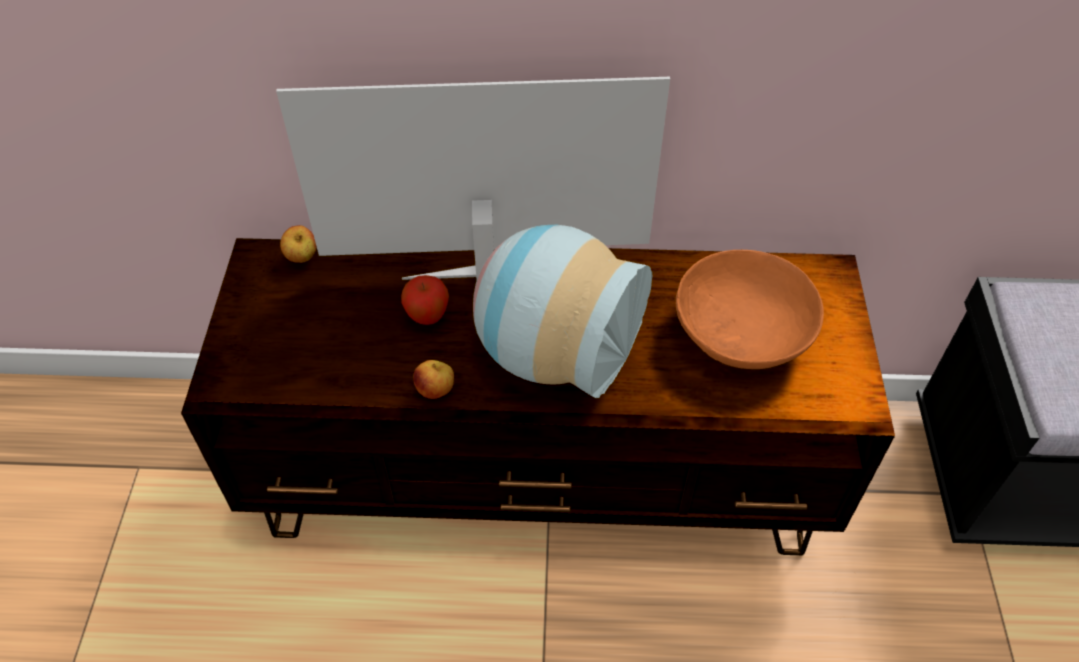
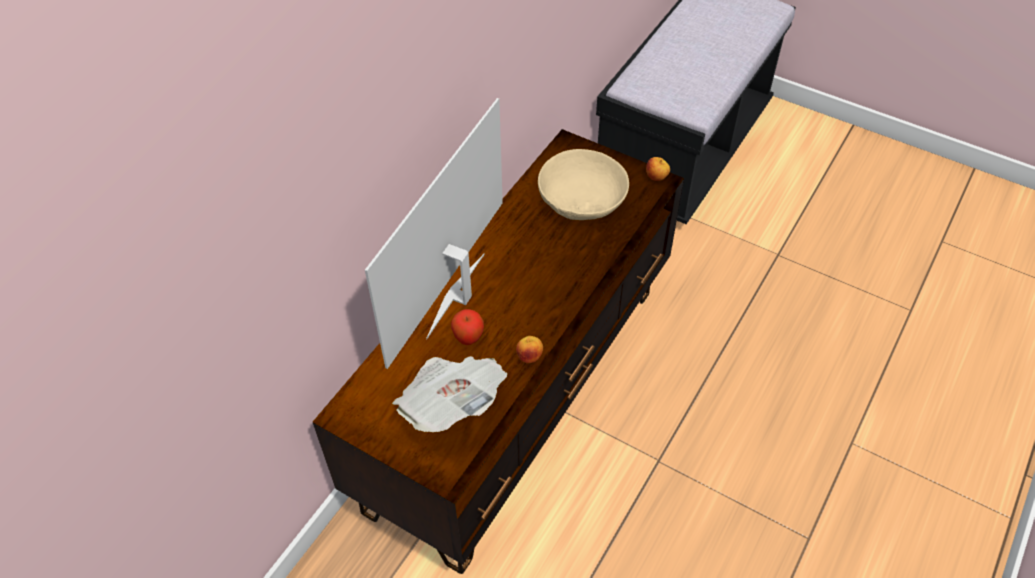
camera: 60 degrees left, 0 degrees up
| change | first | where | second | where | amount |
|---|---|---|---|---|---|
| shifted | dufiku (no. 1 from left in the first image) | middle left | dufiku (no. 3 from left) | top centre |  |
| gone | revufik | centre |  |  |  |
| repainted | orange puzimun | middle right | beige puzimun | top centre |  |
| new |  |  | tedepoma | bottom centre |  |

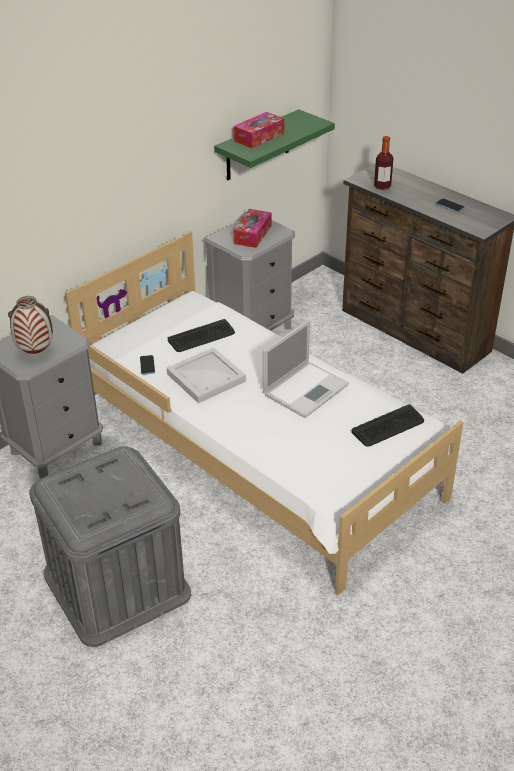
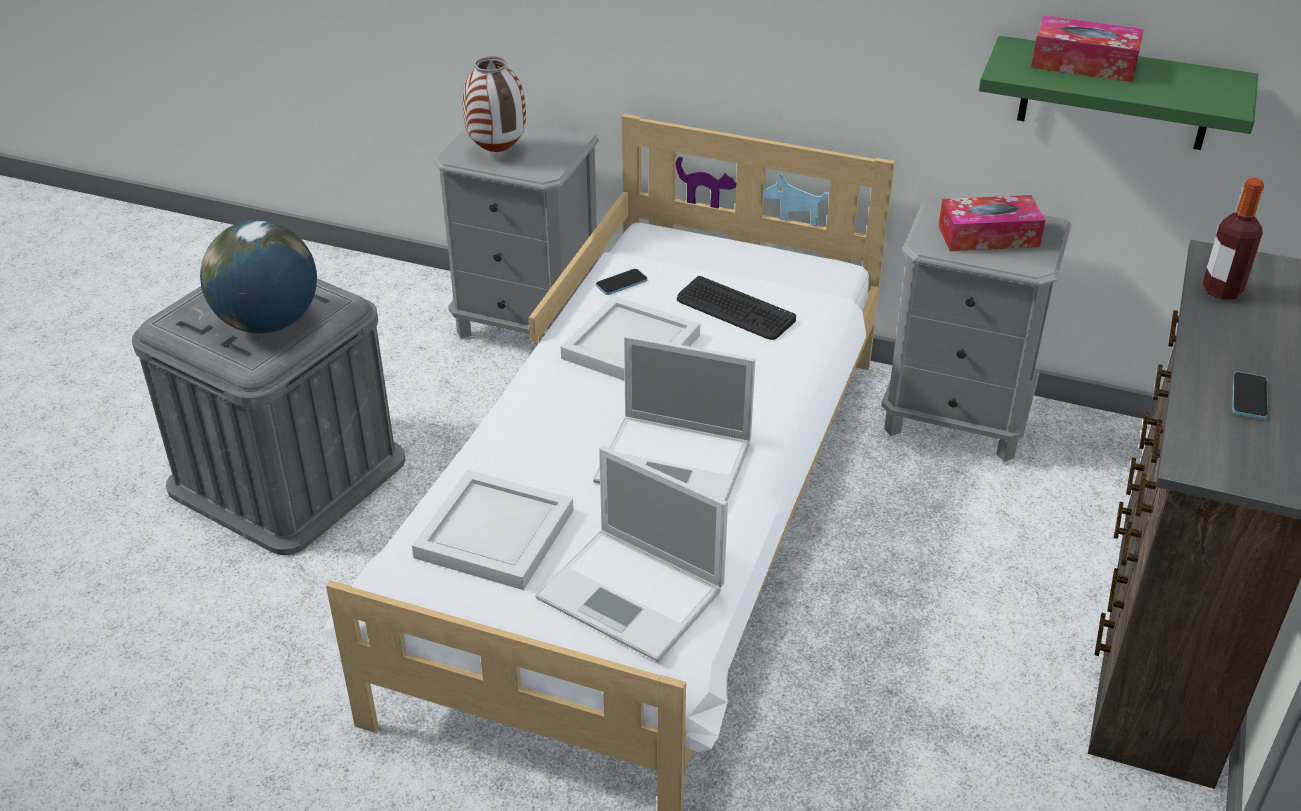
camera: 65 degrees right, 0 degrees up
| change | first | where | second | where | amount |
|---|---|---|---|---|---|
| swapped | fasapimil (no. 2 from left) | middle right | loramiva (no. 1 from left) | bottom centre |  |
| new |  |  | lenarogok | middle left |  |
| new |  |  | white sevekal (no. 1 from left) | centre |  |

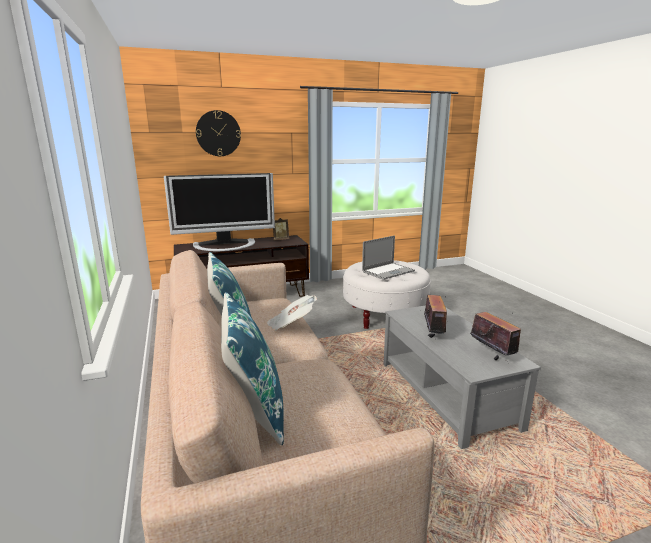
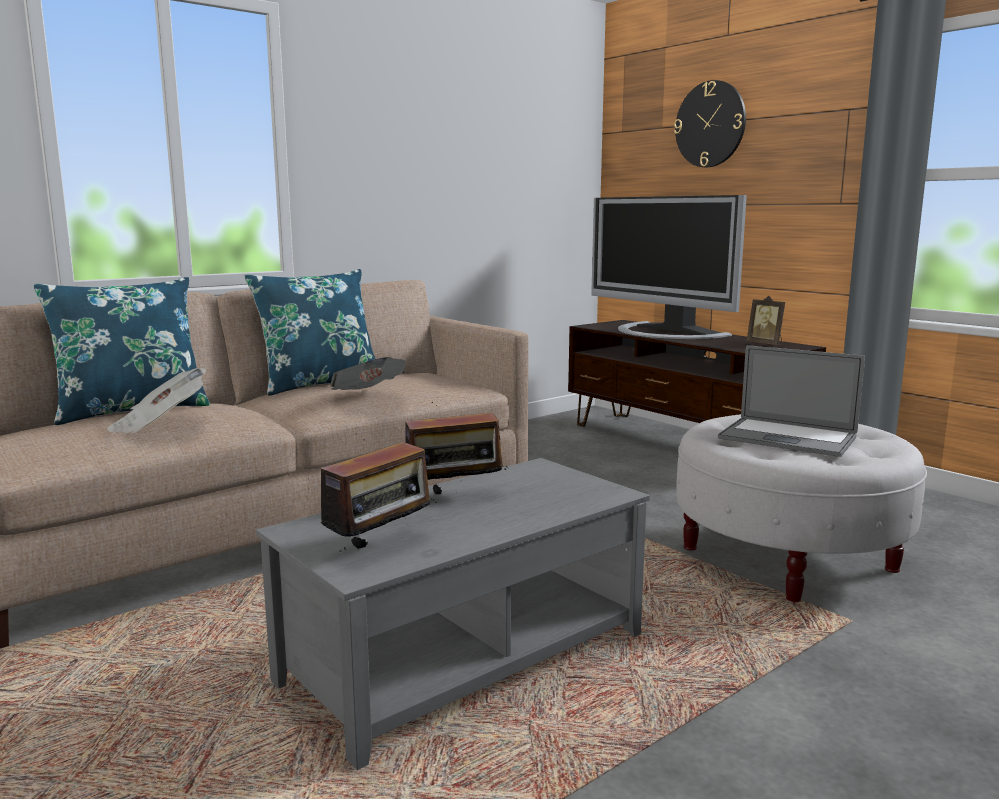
camera: 70 degrees right, 5 degrees down
| change | first | where | second | where | amount |
|---|---|---|---|---|---|
| new |  |  | tedepoma (no. 1 from left) | middle left |  |

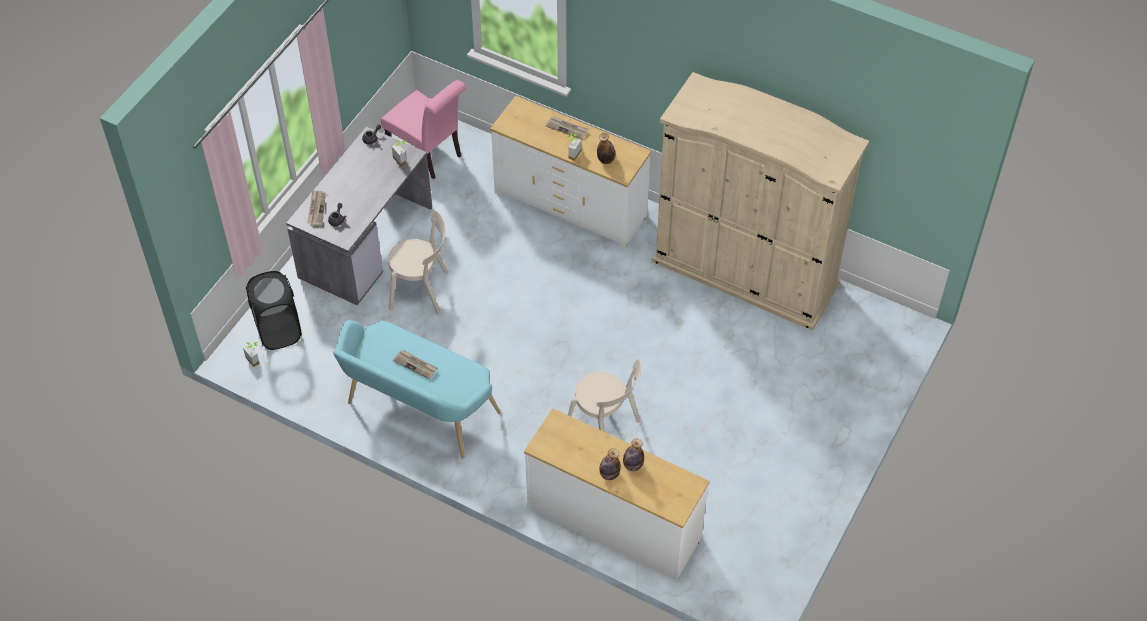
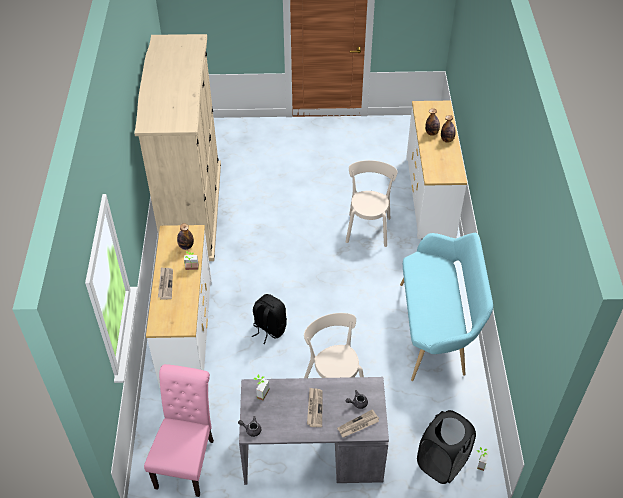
camera: 120 degrees left, 5 degrees down
| change | first | where | second | where | amount |
|---|---|---|---|---|---|
| shifted | tedepoma (no. 2 from left) | centre |  | bottom centre |  |
| new |  |  | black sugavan | centre |  |

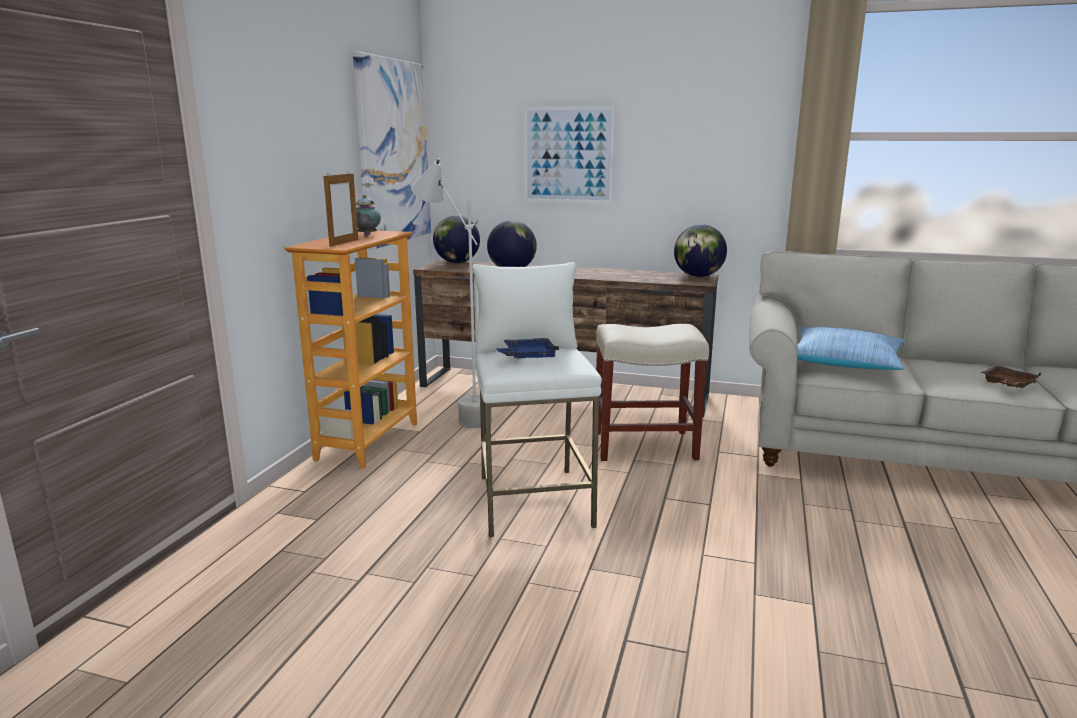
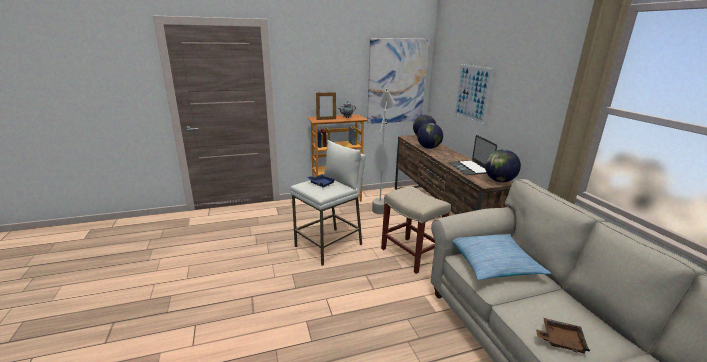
camera: 55 degrees right, 5 degrees up
| change | first | where | second | where | amount |
|---|---|---|---|---|---|
| new |  |  | loramiva | middle right |  |

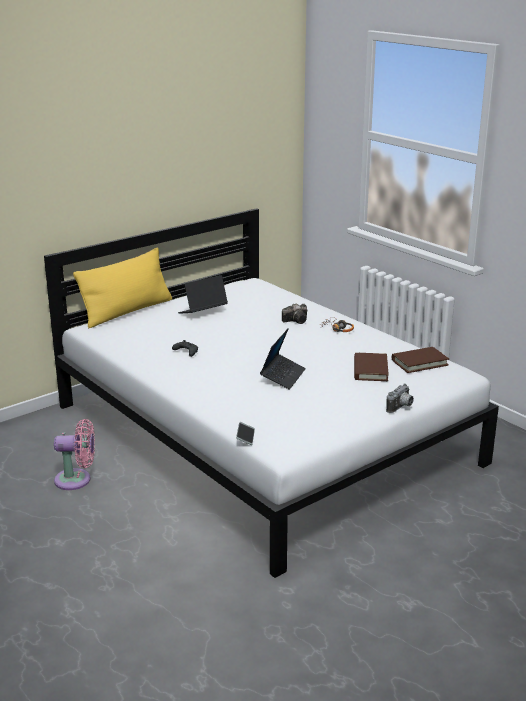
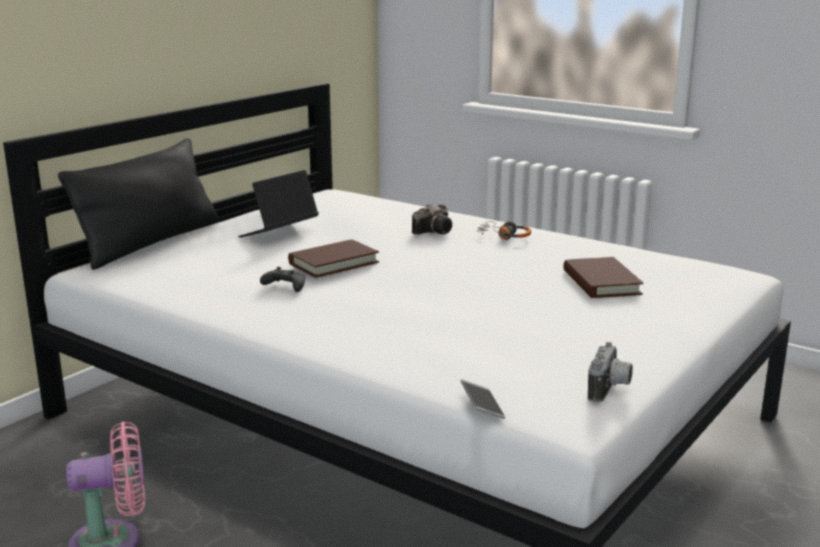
camera: 15 degrees left, 5 degrees down
| change | first | where | second | where | amount |
|---|---|---|---|---|---|
| repainted | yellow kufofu | middle left | black kufofu | middle left |  |
| gone | loramiva (no. 2 from left) | centre |  |  |  |
| shifted | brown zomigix (no. 2 from left in the first image) | middle right | brown zomigix (no. 1 from left) | centre |  |
| shifted | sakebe (no. 2 from left) | middle right |  | bottom right |  |

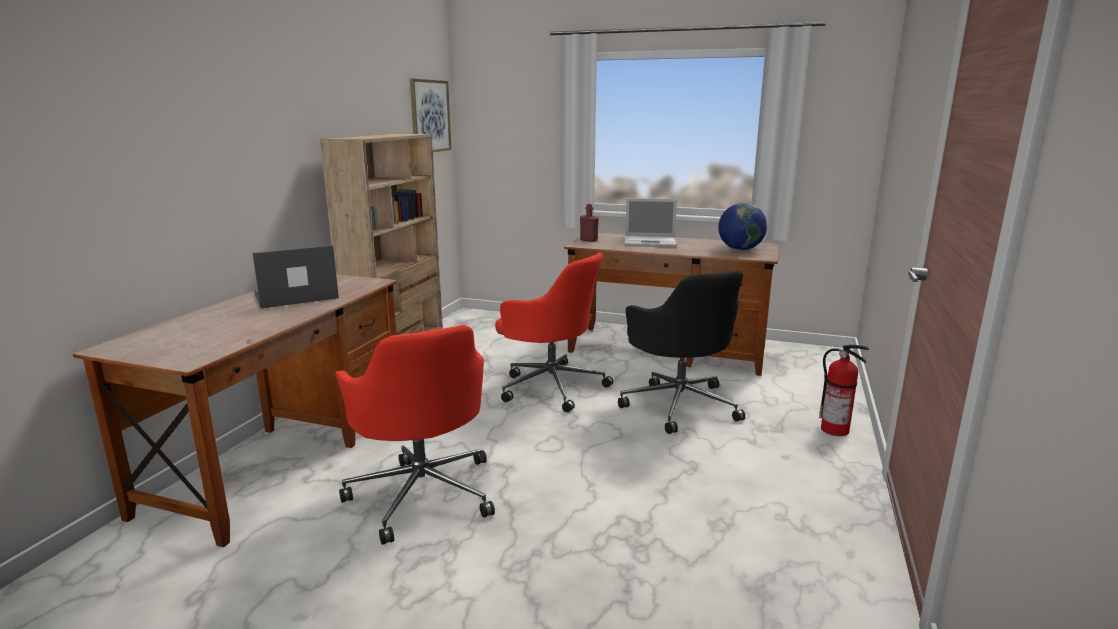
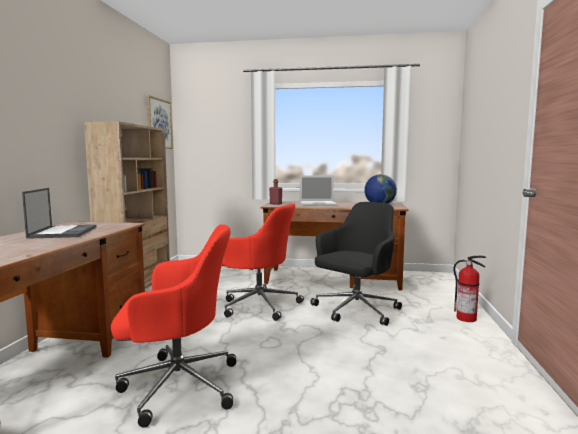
camera: 10 degrees left, 10 degrees down
| change | first | where | second | where | amount |
|---|---|---|---|---|---|
| rotated | loramiva (no. 1 from left) | middle left |  | middle left | 120 degrees clockwise |
| rotated | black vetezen | centre |  | centre | 105 degrees counterclockwise |
| rotated | red vetezen (no. 1 from left) | bottom centre |  | bottom left | 60 degrees counterclockwise |

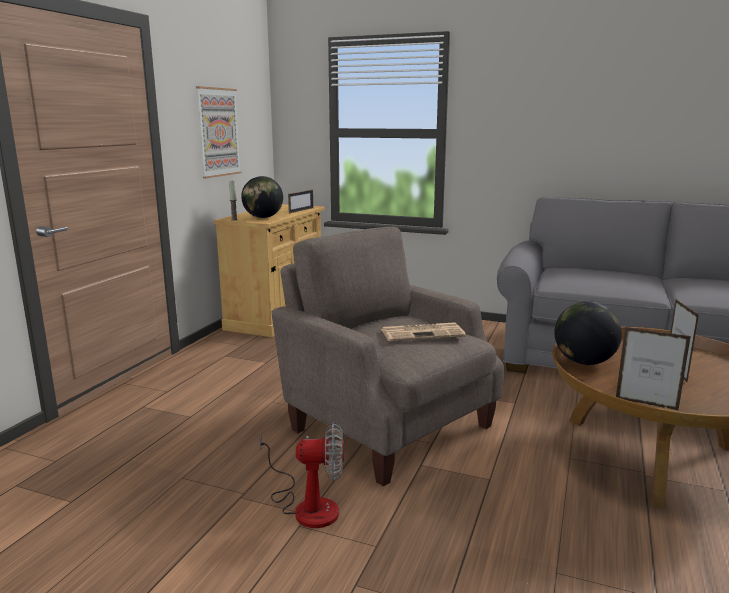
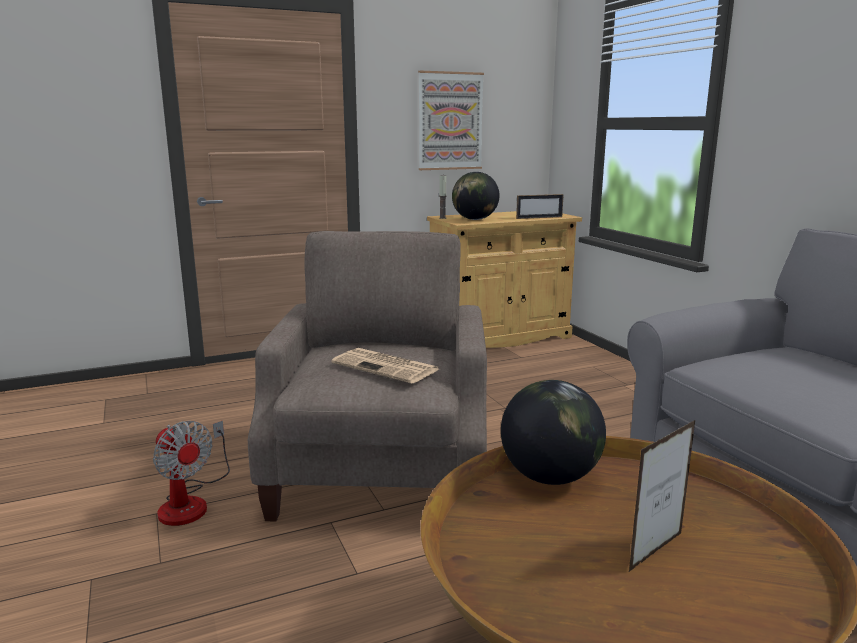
camera: 45 degrees right, 0 degrees up
| change | first | where | second | where | amount |
|---|---|---|---|---|---|
| gone | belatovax (no. 2 from left) | middle right |  |  |  |

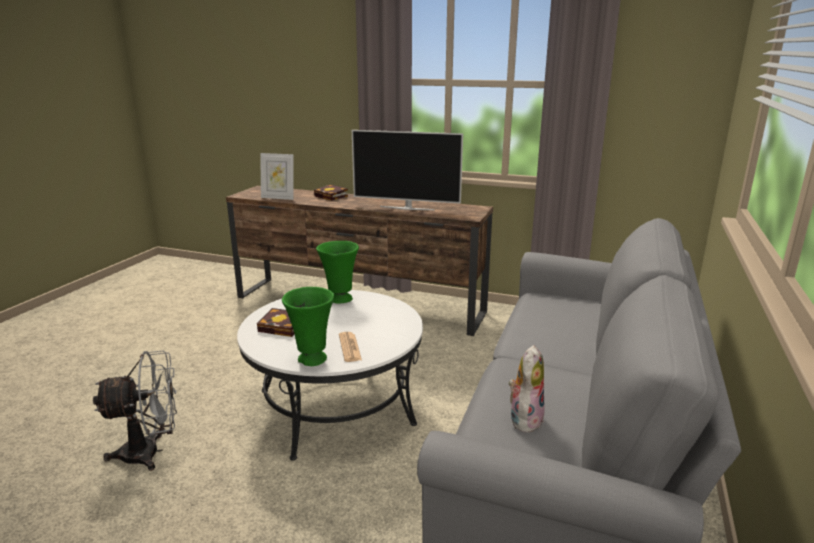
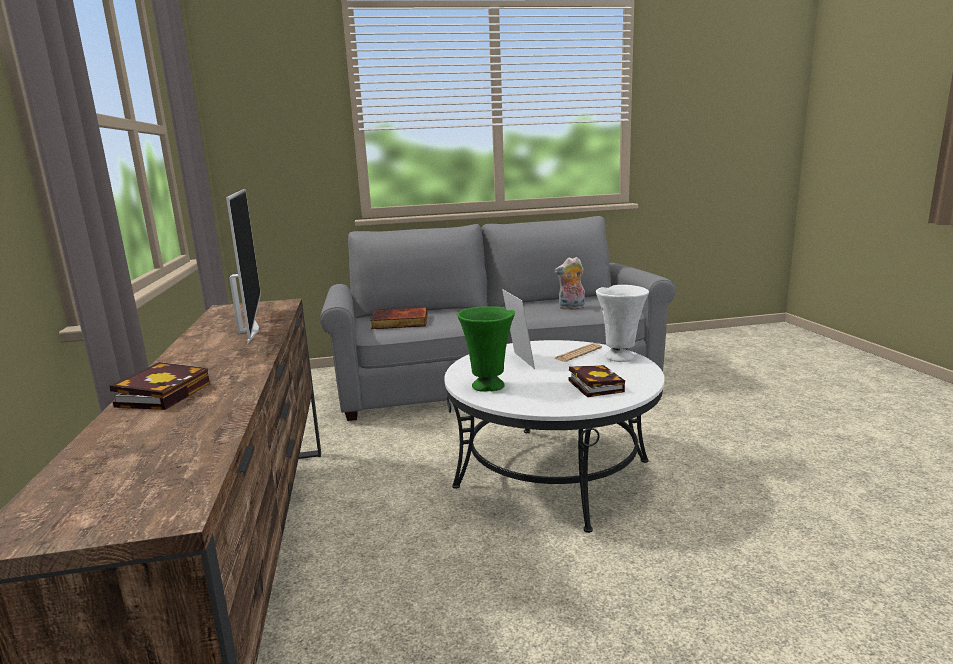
camera: 120 degrees left, 5 degrees down
| change | first | where | second | where | amount |
|---|---|---|---|---|---|
| shifted | belatovax | top centre |  | centre |  |
| repainted | green revufik (no. 1 from left) | centre | white revufik | centre |  |
| gone | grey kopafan | bottom left |  |  |  |
| new |  |  | zomigix (no. 2 from left) | centre |  |

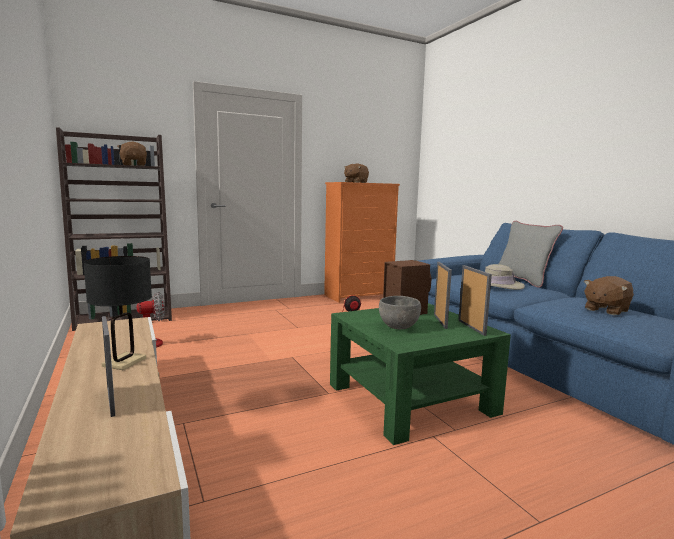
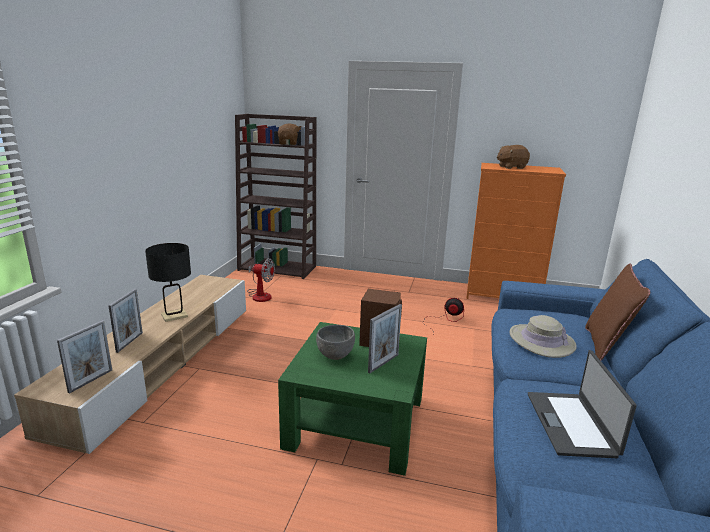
camera: 40 degrees right, 10 degrees up
| change | first | where | second | where | amount |
|---|---|---|---|---|---|
| repainted | grey kufofu | middle right | brown kufofu | middle right |  |
| shifted | belatovax (no. 3 from left in the first image) | middle right | belatovax (no. 1 from left) | bottom left |  |
| swapped | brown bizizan (no. 3 from left) | middle right | loramiva | bottom right |  |

